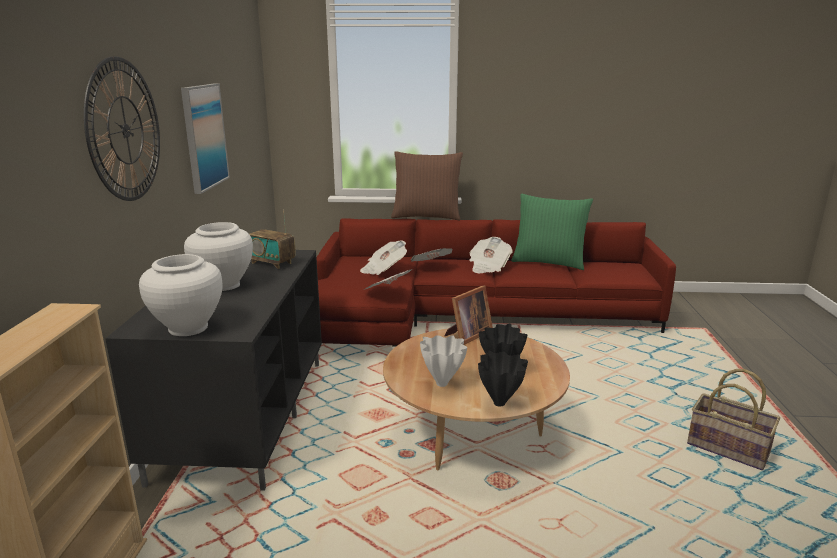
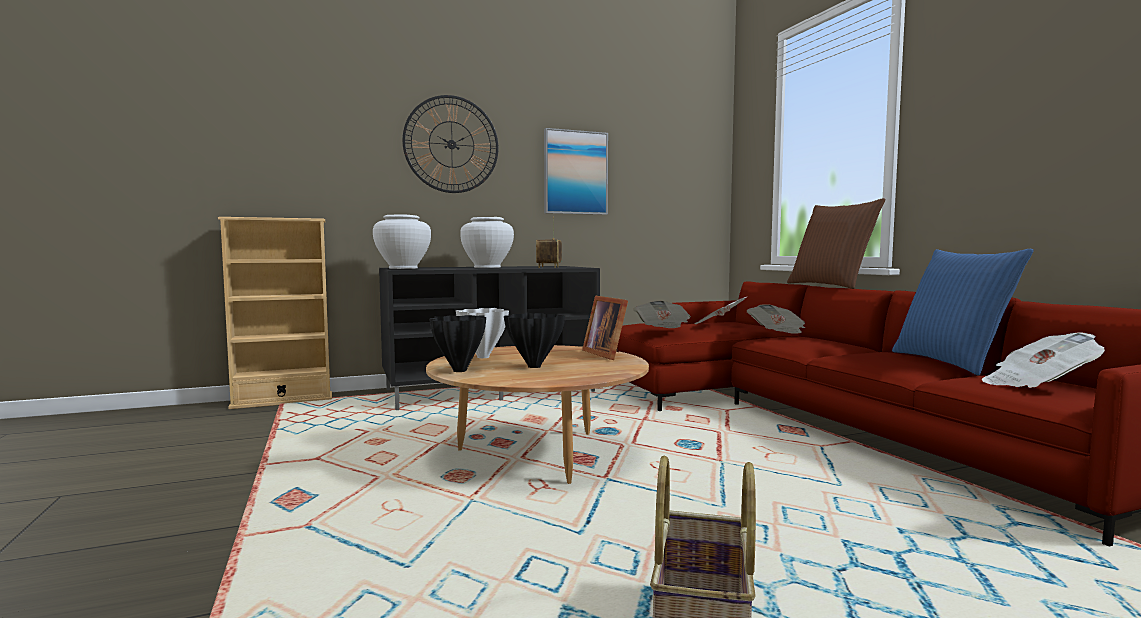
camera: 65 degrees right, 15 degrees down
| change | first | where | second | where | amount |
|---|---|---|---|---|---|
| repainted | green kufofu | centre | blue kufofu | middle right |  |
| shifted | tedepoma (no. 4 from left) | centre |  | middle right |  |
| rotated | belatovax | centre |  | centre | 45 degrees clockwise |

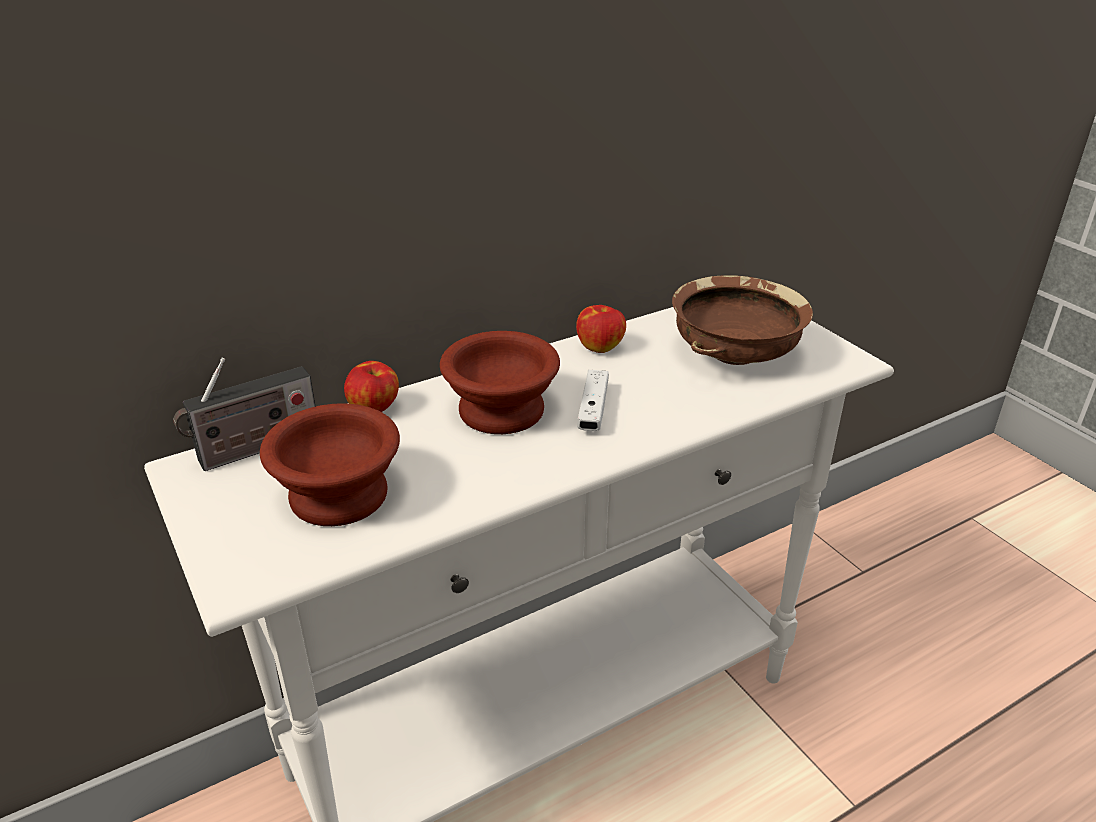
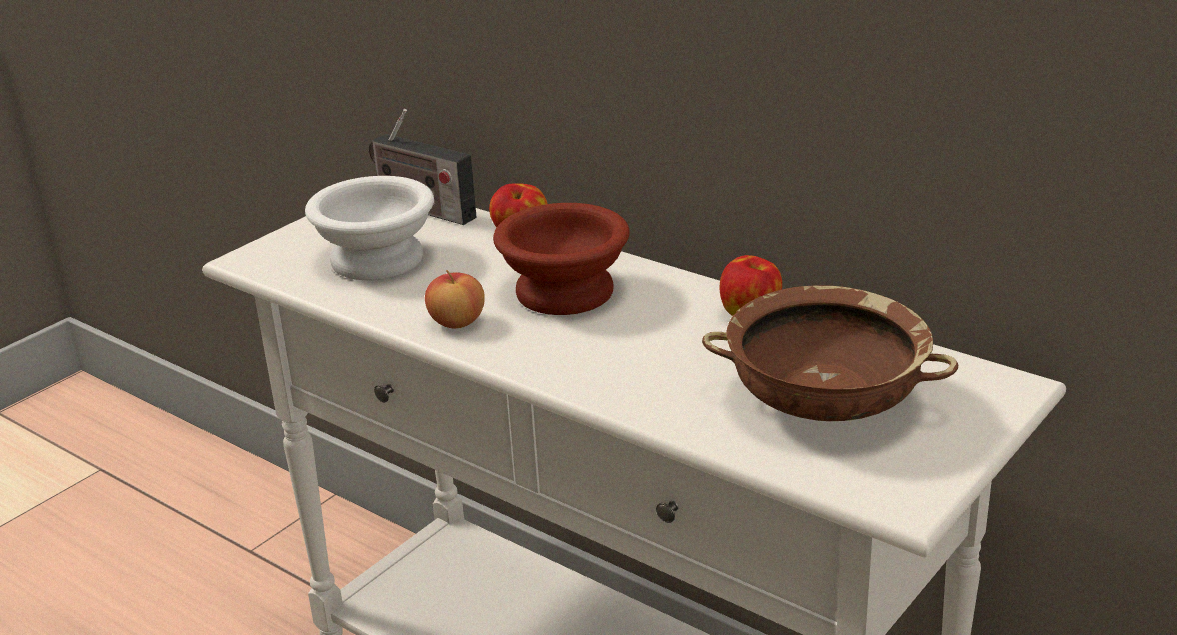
camera: 70 degrees right, 5 degrees down
| change | first | where | second | where | amount |
|---|---|---|---|---|---|
| gone | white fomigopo | centre |  |  |  |
| repainted | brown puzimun (no. 1 from left) | middle left | white puzimun | middle left |  |
| new |  |  | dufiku (no. 1 from left) | centre |  |

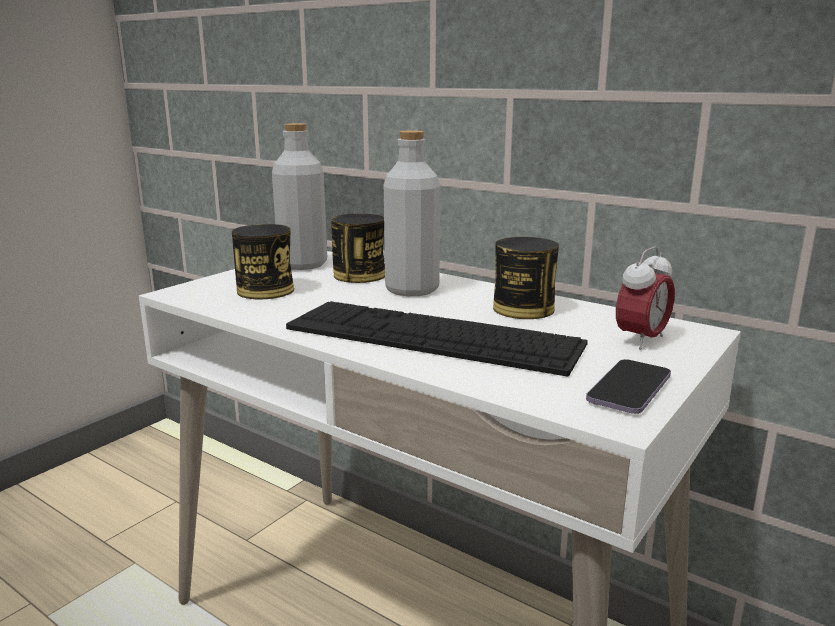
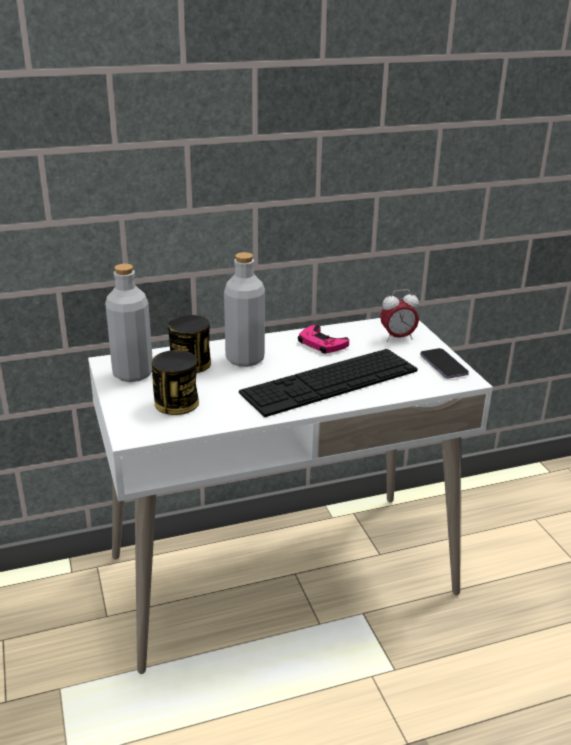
camera: 55 degrees left, 10 degrees up
| change | first | where | second | where | amount |
|---|---|---|---|---|---|
| swapped | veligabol (no. 3 from left) | centre | pink fomigopo | centre |  |
| rotated | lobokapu | middle right |  | middle right | 90 degrees clockwise |

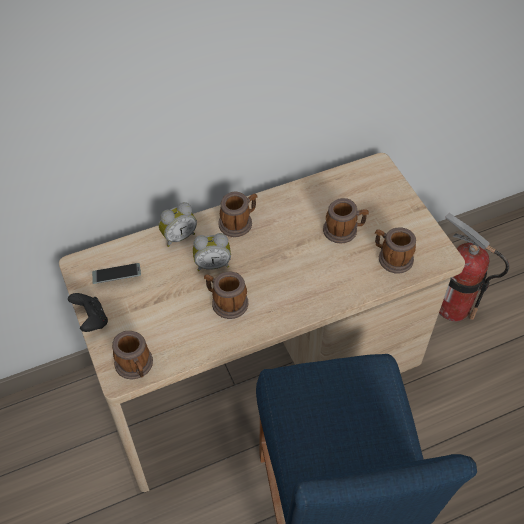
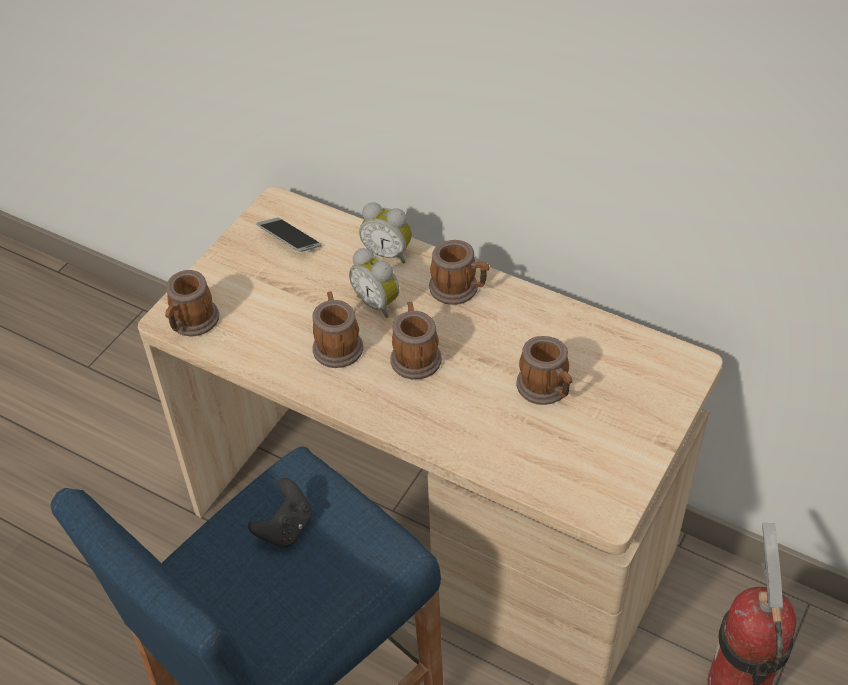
camera: 55 degrees right, 5 degrees down
| change | first | where | second | where | amount |
|---|---|---|---|---|---|
| shifted | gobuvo (no. 5 from left in the first image) | middle right | gobuvo (no. 3 from left) | centre |  |
| shifted | black fomigopo | middle left |  | bottom left |  |

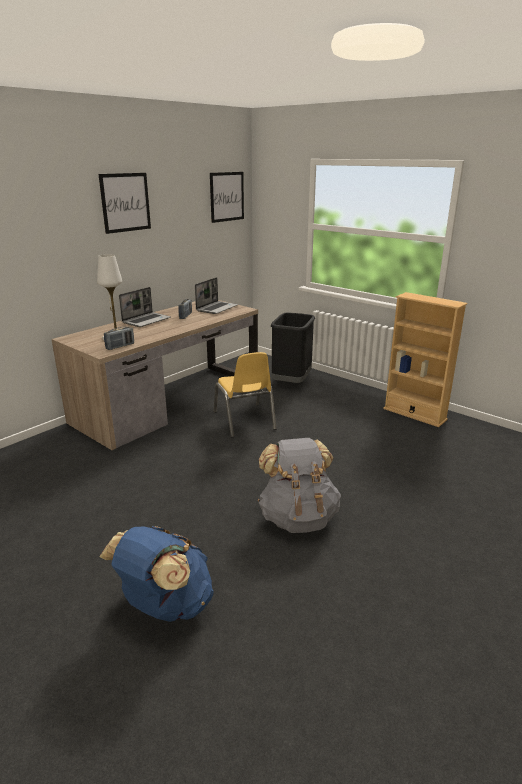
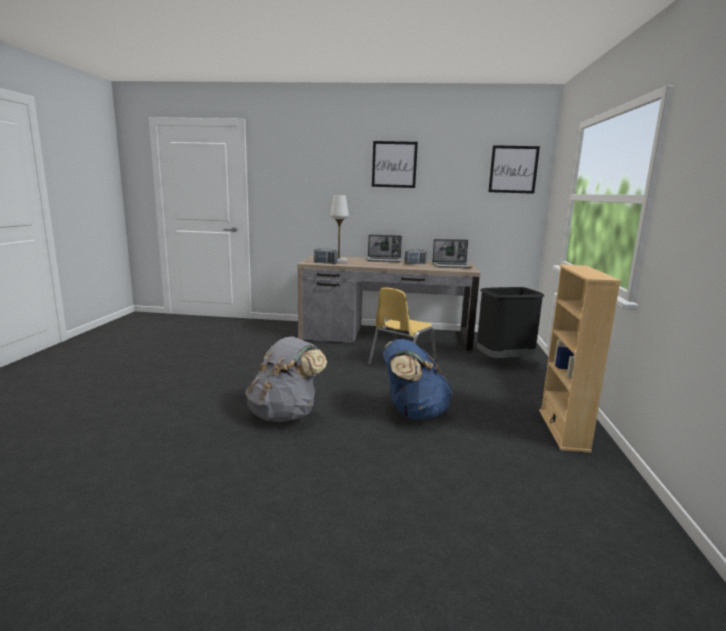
camera: 55 degrees right, 10 degrees down
| change | first | where | second | where | amount |
|---|---|---|---|---|---|
| shifted | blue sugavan | bottom left |  | centre |  |

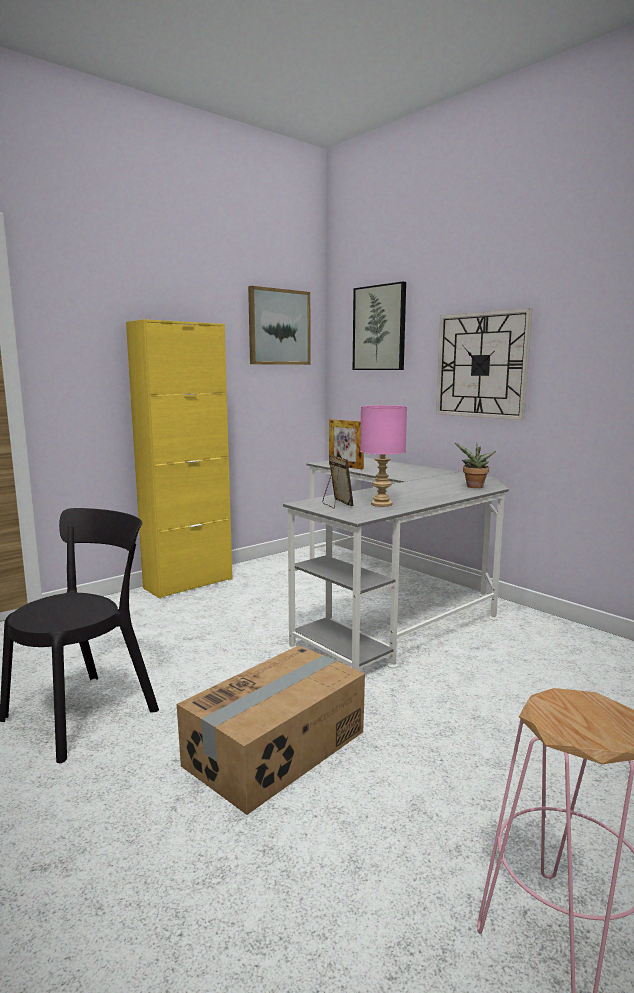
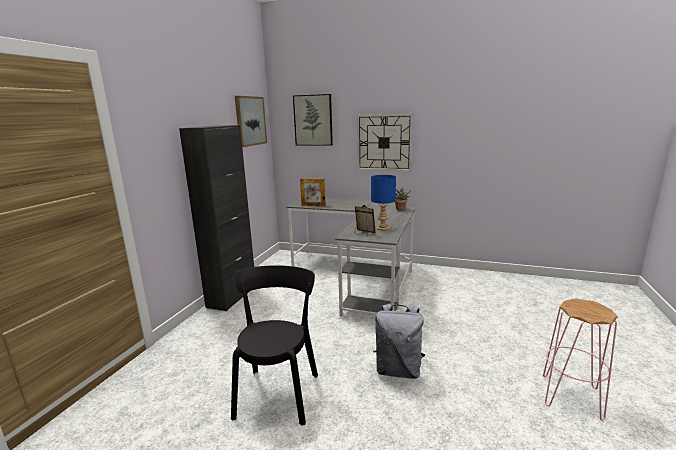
camera: 30 degrees left, 5 degrees up
| change | first | where | second | where | amount |
|---|---|---|---|---|---|
| repainted | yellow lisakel | middle left | black lisakel | middle left |  |
| repainted | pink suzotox | centre | blue suzotox | centre |  |
| swapped | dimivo | bottom centre | grey sugavan | bottom centre |  |

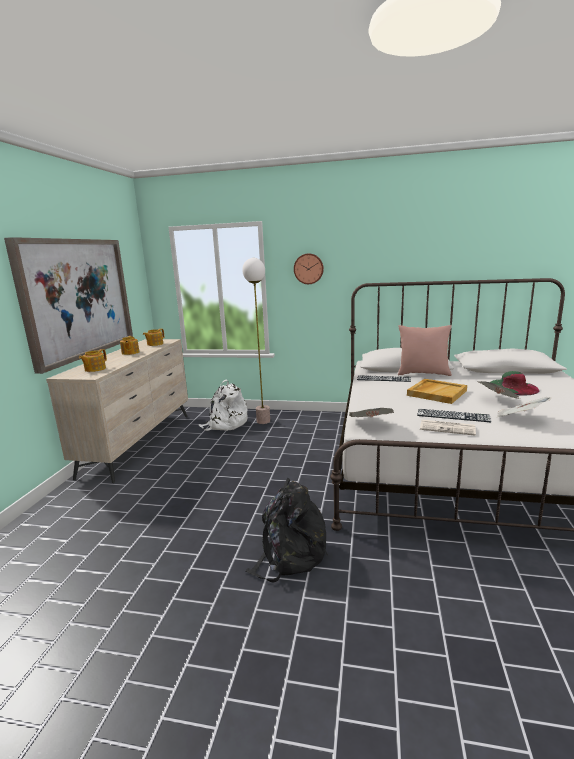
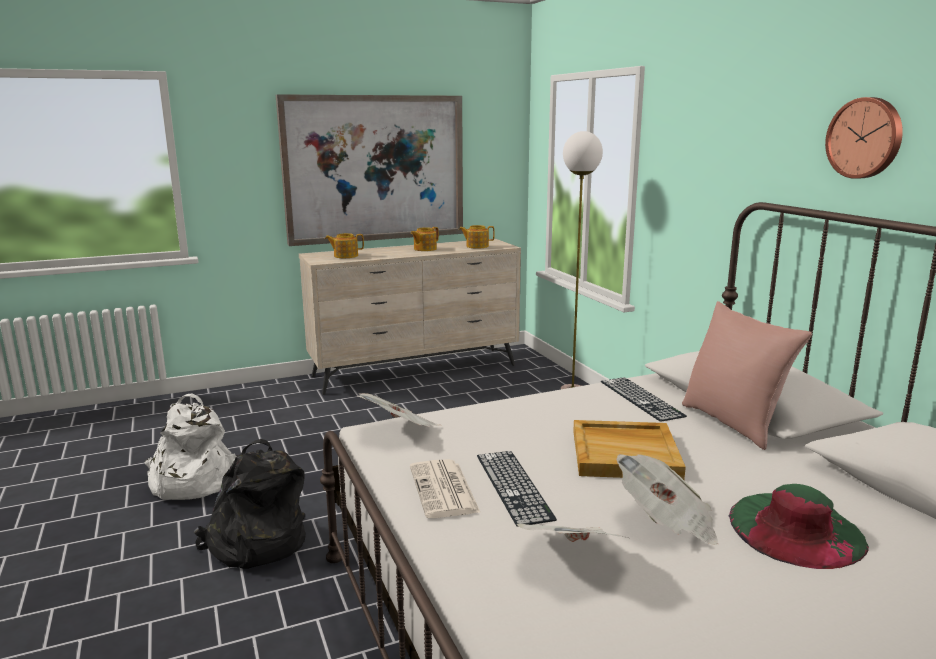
camera: 55 degrees right, 0 degrees up
| change | first | where | second | where | amount |
|---|---|---|---|---|---|
| shifted | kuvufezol | centre |  | top right |  |
| shifted | white sugavan | centre |  | bottom left |  |

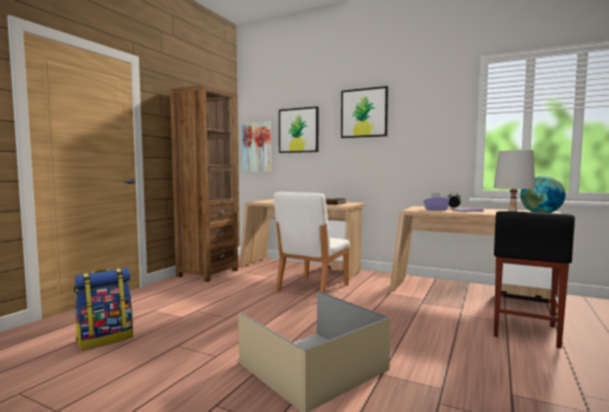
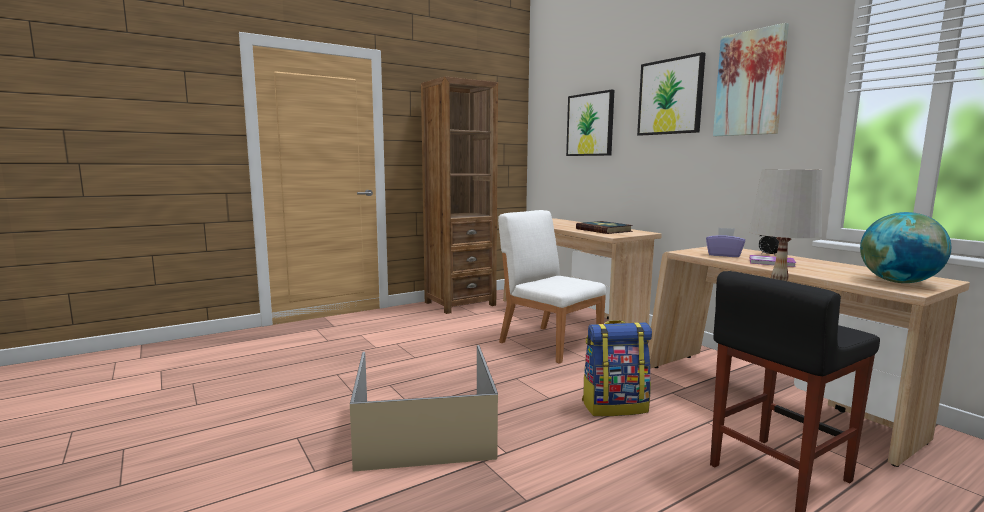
camera: 30 degrees right, 5 degrees up
| change | first | where | second | where | amount |
|---|---|---|---|---|---|
| shifted | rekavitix (no. 1 from left in the first image) | centre | rekavitix (no. 3 from left) | top right |  |
| rotated | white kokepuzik | centre |  | centre | 75 degrees clockwise |
| shifted | sugavan | bottom left |  | bottom centre |  |

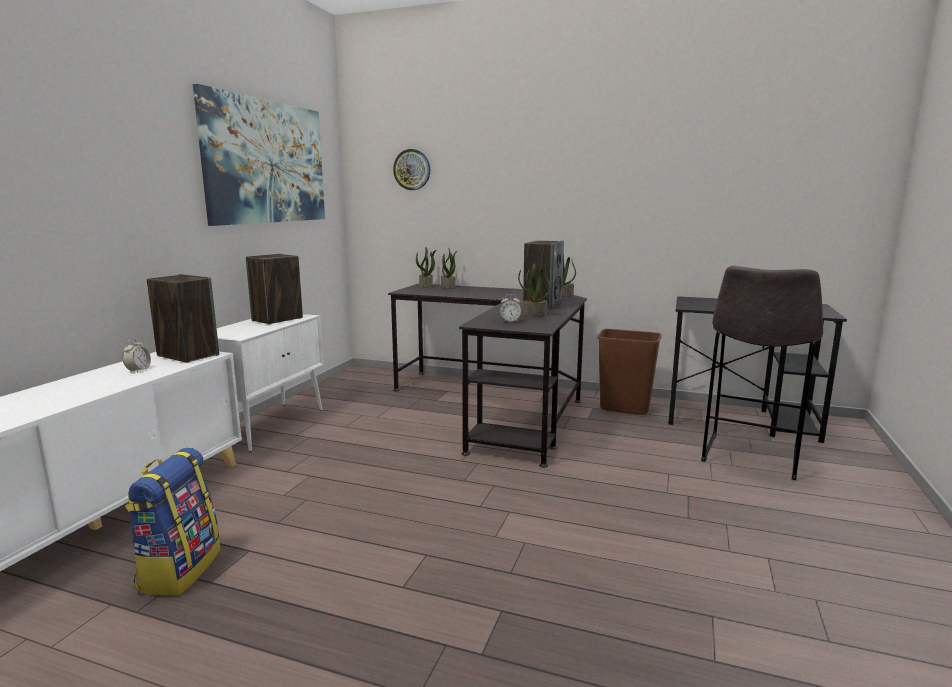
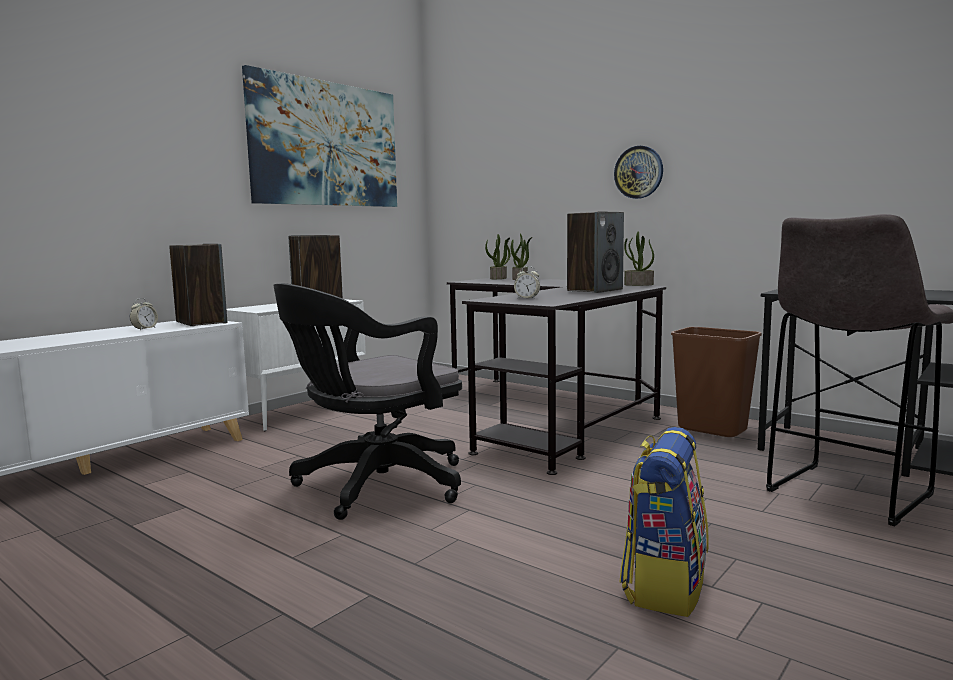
camera: 20 degrees right, 5 degrees down
| change | first | where | second | where | amount |
|---|---|---|---|---|---|
| shifted | kuvufezol | top centre |  | top right |  |
| gone | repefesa (no. 3 from left) | centre |  |  |  |
| shifted | sugavan | bottom left |  | bottom right |  |
| new |  |  | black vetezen | centre |  |

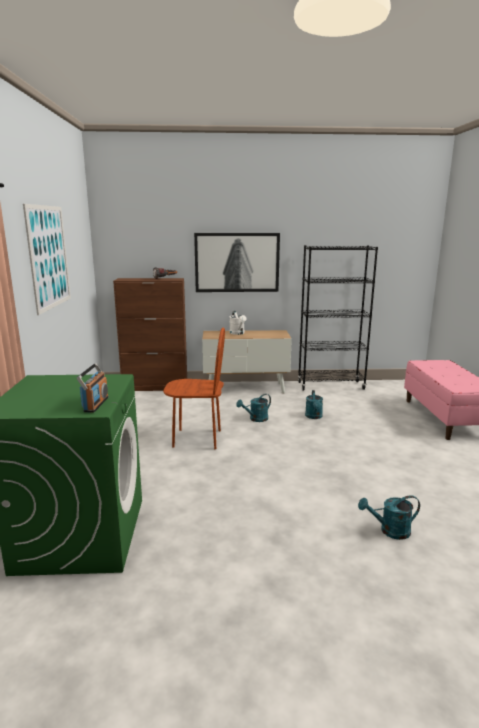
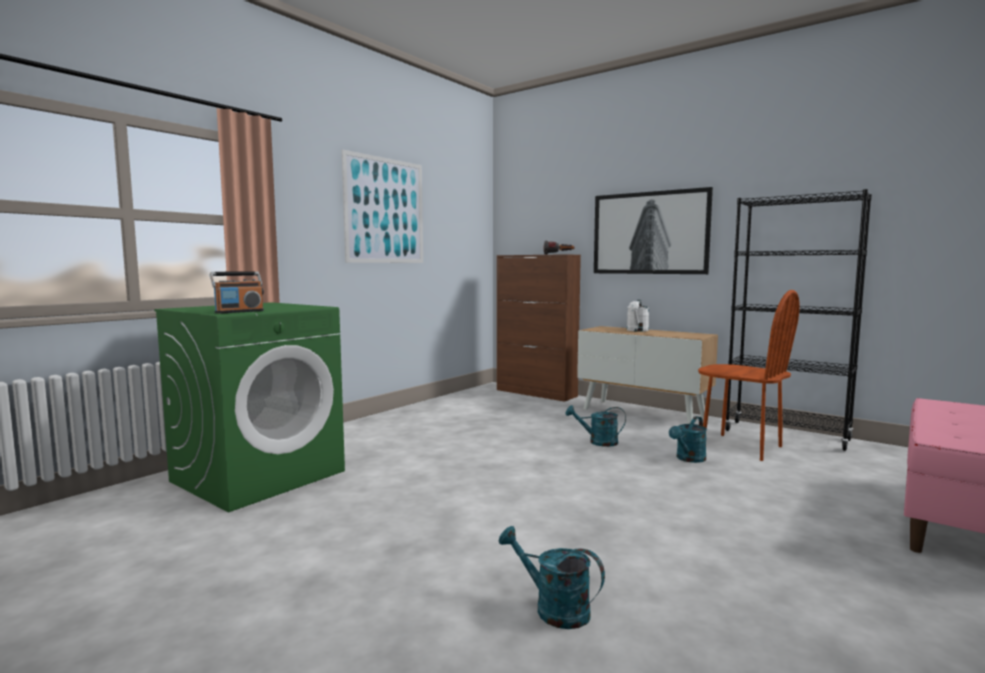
camera: 40 degrees right, 10 degrees down
| change | first | where | second | where | amount |
|---|---|---|---|---|---|
| shifted | brown kokepuzik | centre |  | middle right |  |

